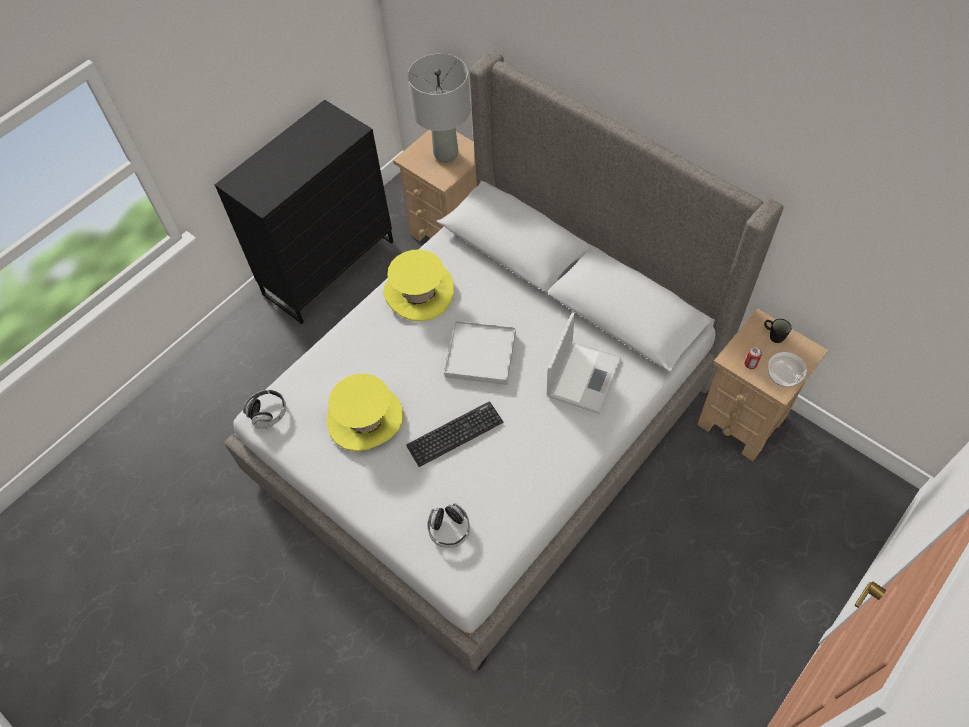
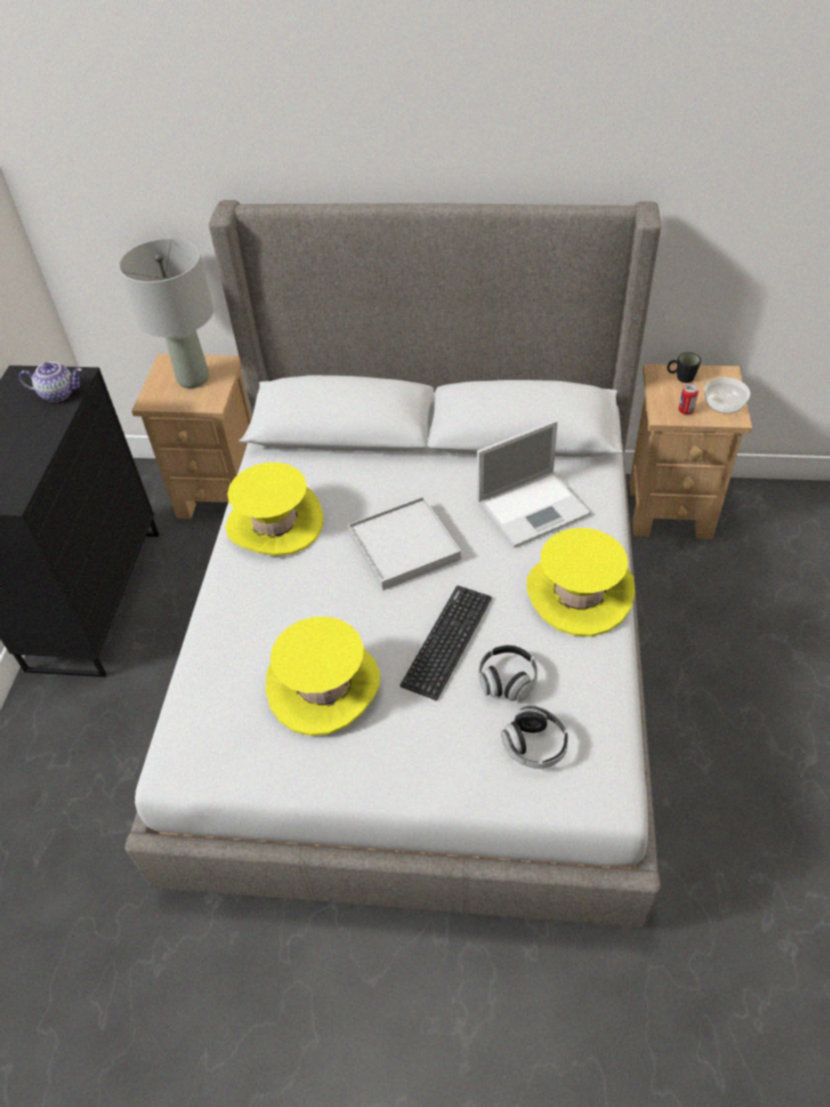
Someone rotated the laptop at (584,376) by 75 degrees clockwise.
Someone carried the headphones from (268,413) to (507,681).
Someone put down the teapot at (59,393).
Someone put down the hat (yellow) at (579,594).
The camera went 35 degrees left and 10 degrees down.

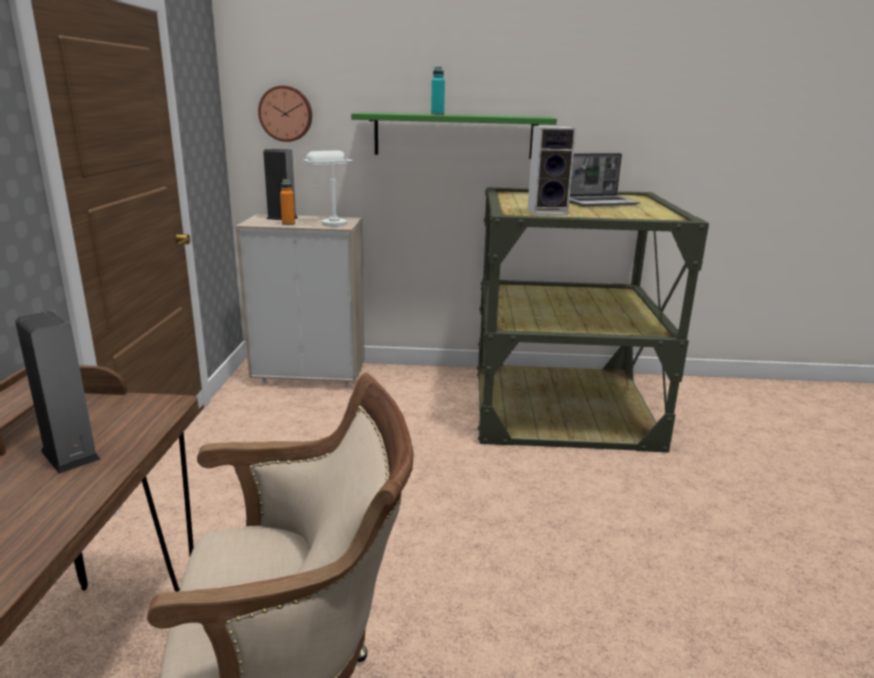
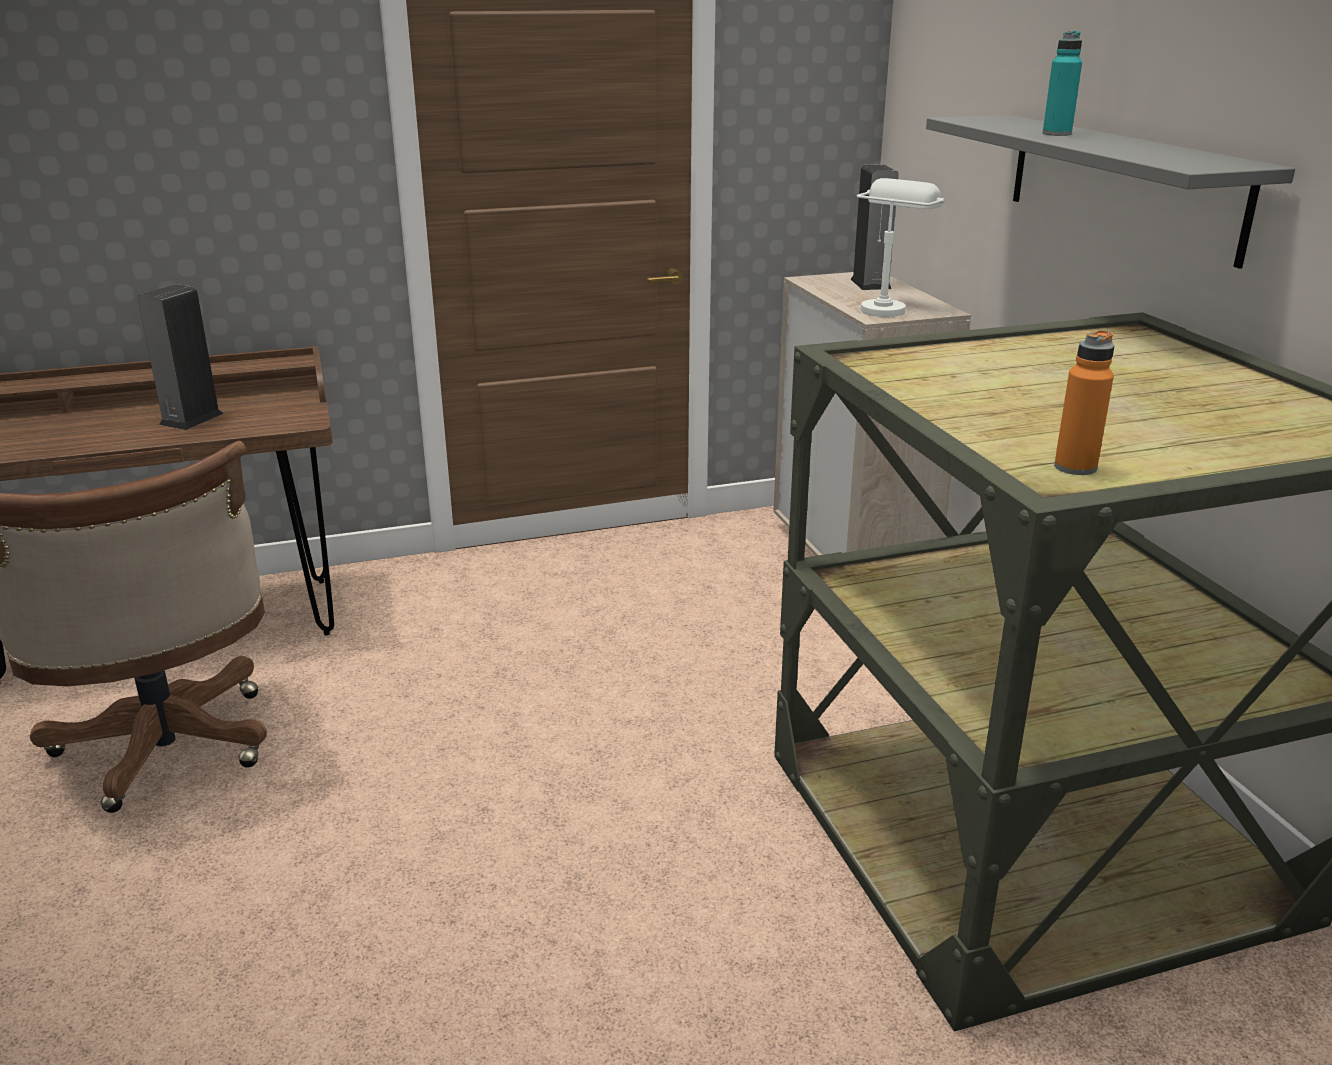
Someone took away the wall clock at (286,113).
Someone repainted the shelf (green) at (454,135), which became the shelf (grey) at (1121,184).
Someone took away the speaker at (548,212).
Someone took away the laptop at (600,202).
Someone carried the bottle (orange) from (288,224) to (1075,467).
The camera went 70 degrees right and 5 degrees up.

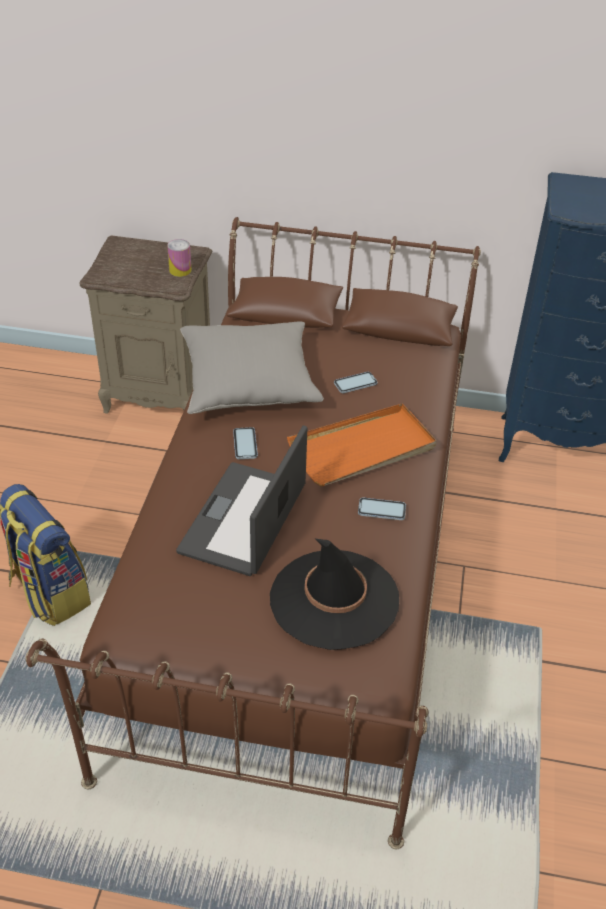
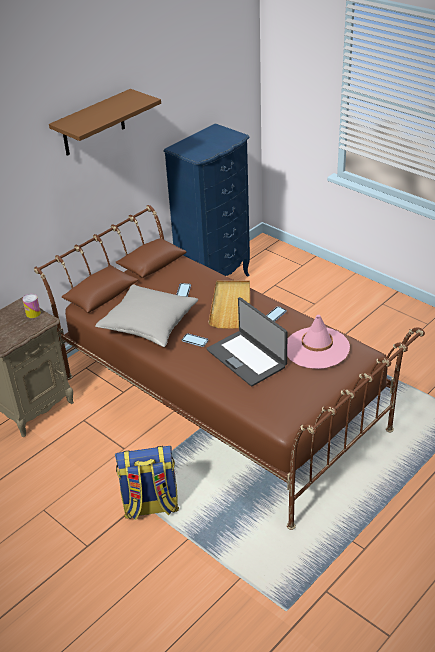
Someone repainted the tray (orange) at (363,449), which became the tray (beige) at (231,306).
Someone repainted the hat (black) at (334,599), which became the hat (pink) at (316,348).
Someone put up the shelf (brown) at (93,123).
The camera went 55 degrees left and 5 degrees down.

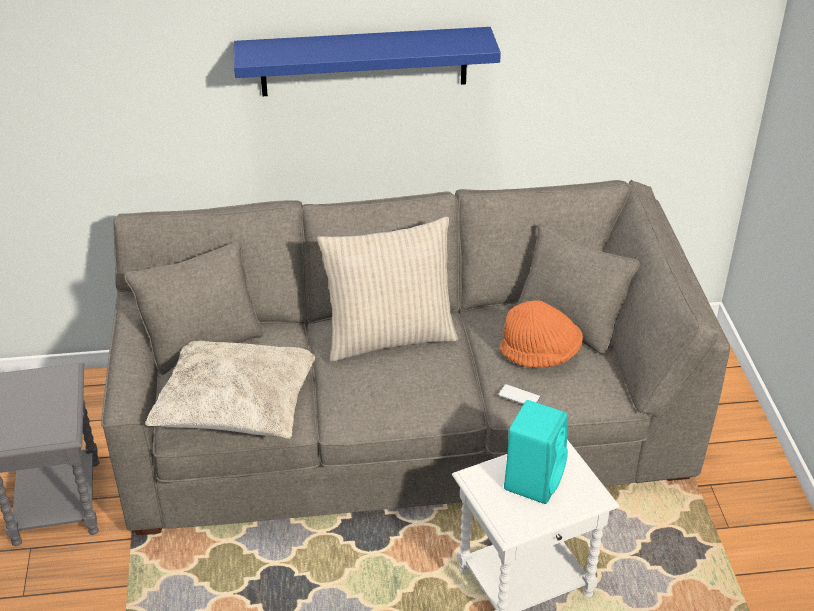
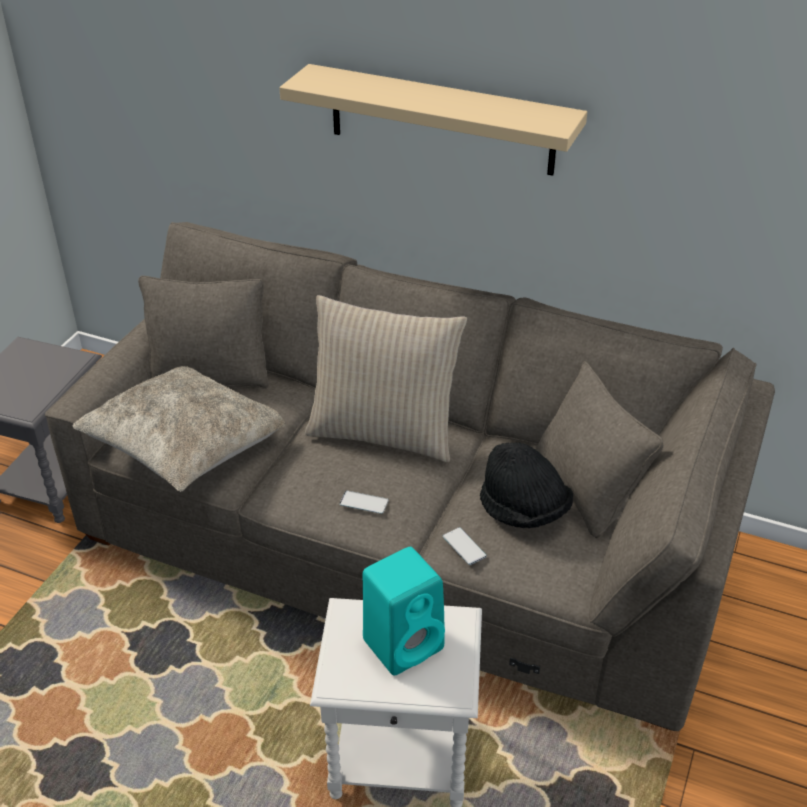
Someone repainted the shelf (blue) at (364,61), which became the shelf (beige) at (441,120).
Someone repainted the hat (orange) at (540,354), which became the hat (black) at (523,510).
Someone put down the phone at (364,502).
The camera went 30 degrees right and 0 degrees up.

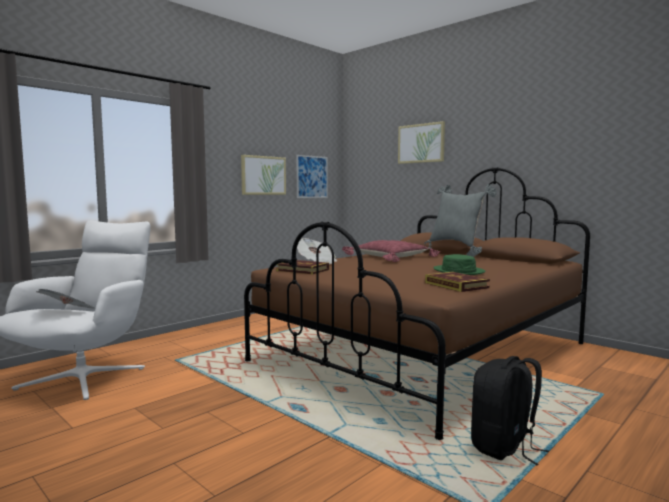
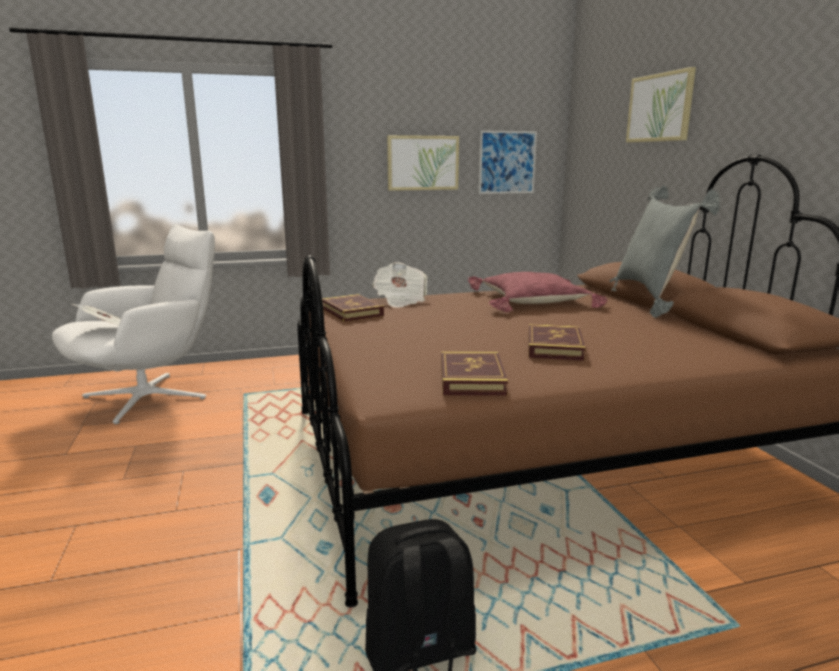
Someone swapped the hat (green) at (458,271) for the book at (554,347).
The camera went 30 degrees right and 10 degrees up.

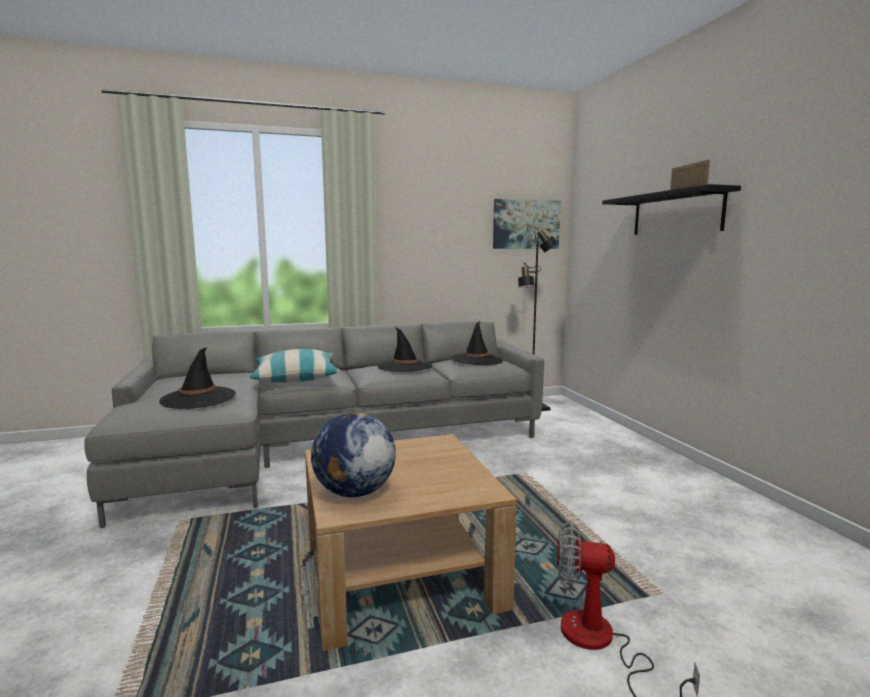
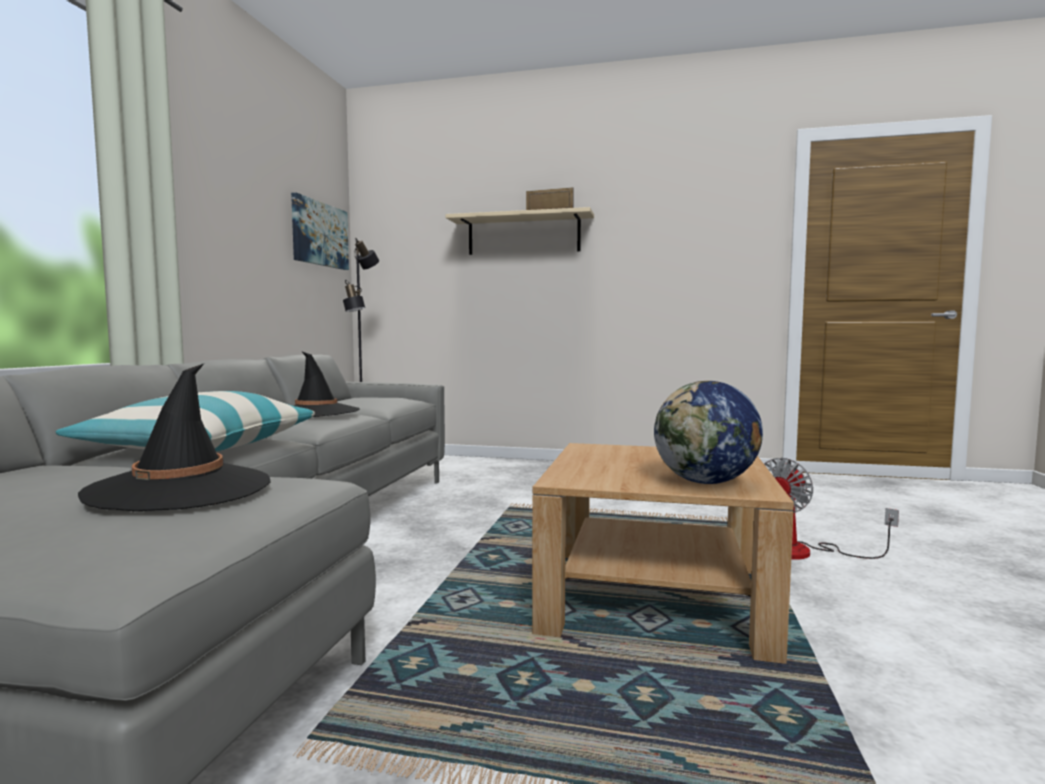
Someone repainted the shelf (black) at (676,213), which became the shelf (beige) at (523,235).
Someone took away the hat (black) at (476,360).
The camera went 60 degrees left and 5 degrees down.

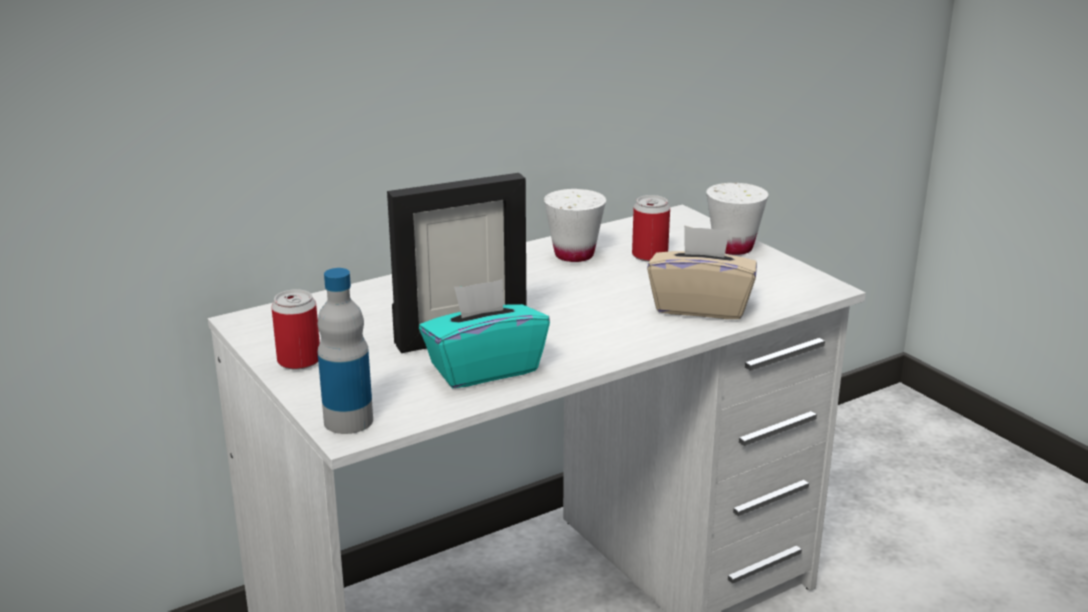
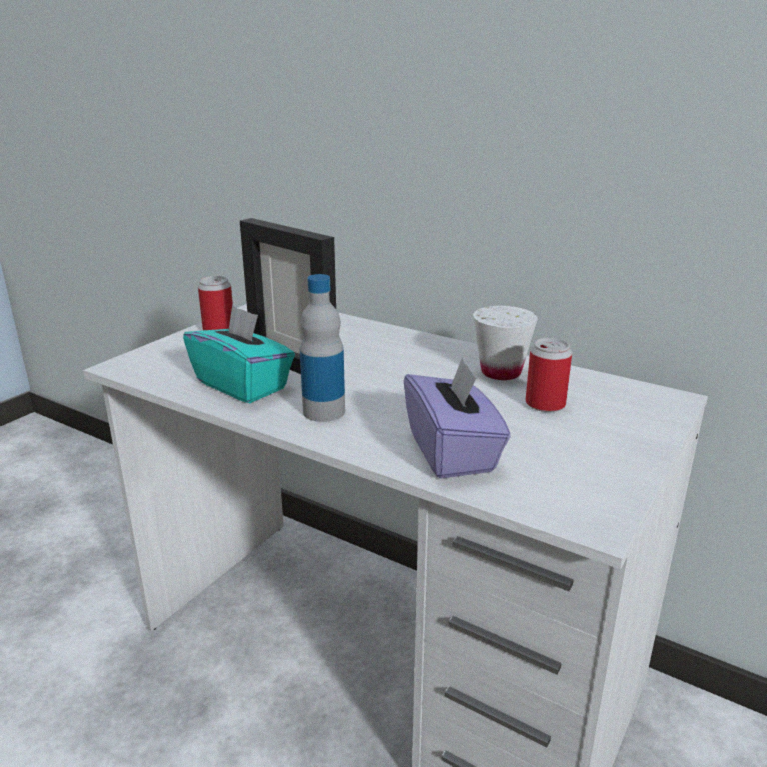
Someone took away the cup (white) at (733,248).
Someone repainted the tissue box (beige) at (700,306), which became the tissue box (purple) at (452,452).
Someone carried the bottle from (348,421) to (324,411).
The camera went 65 degrees right and 0 degrees up.

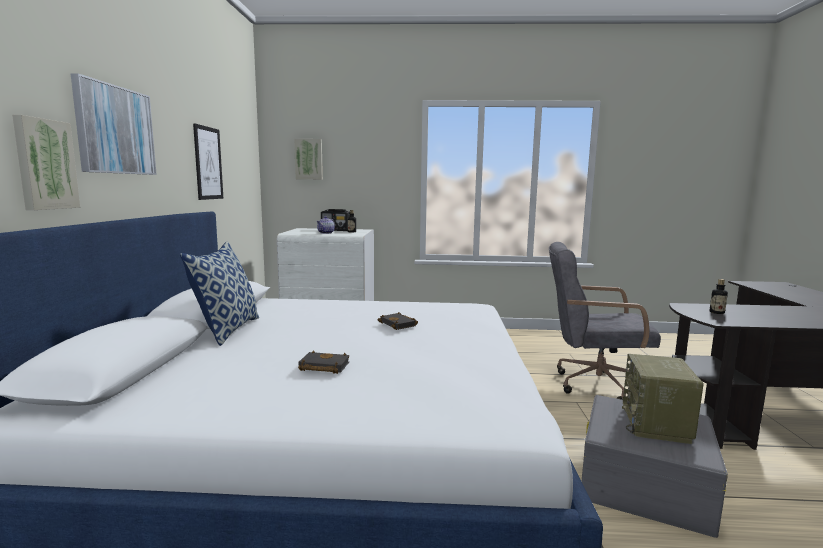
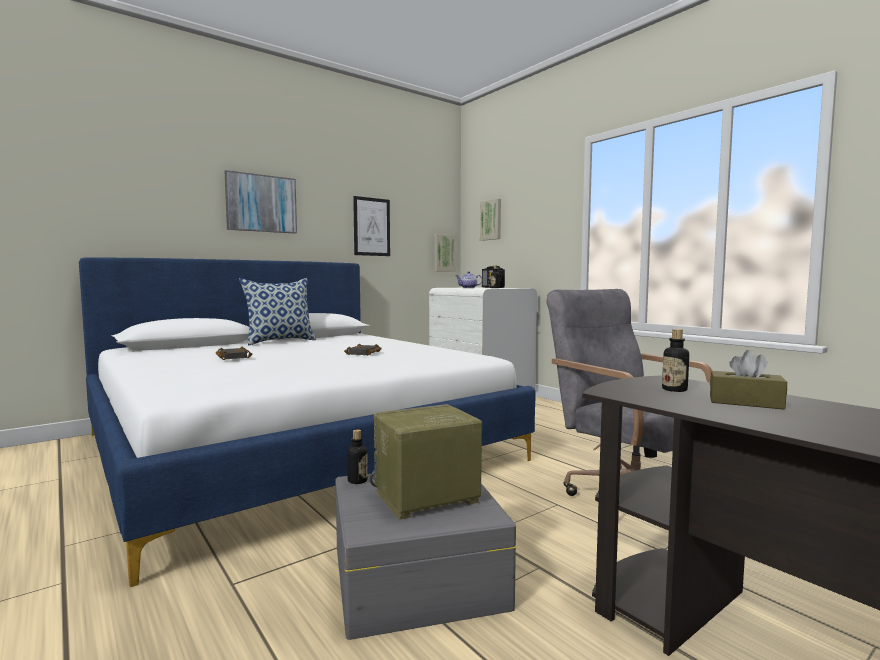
Someone carried the picture from (44,164) to (444,253).
Someone put down the tissue box (brown) at (745,402).
Someone put down the bottle at (357,480).
The camera went 50 degrees right and 5 degrees down.

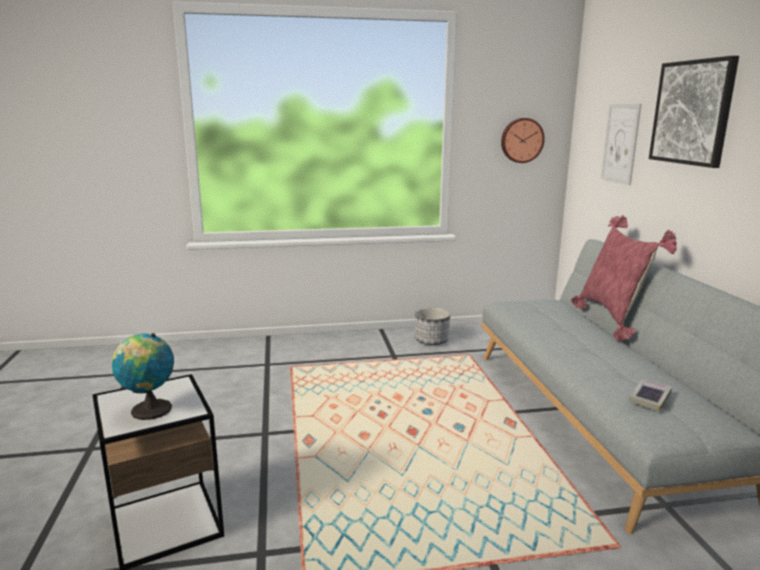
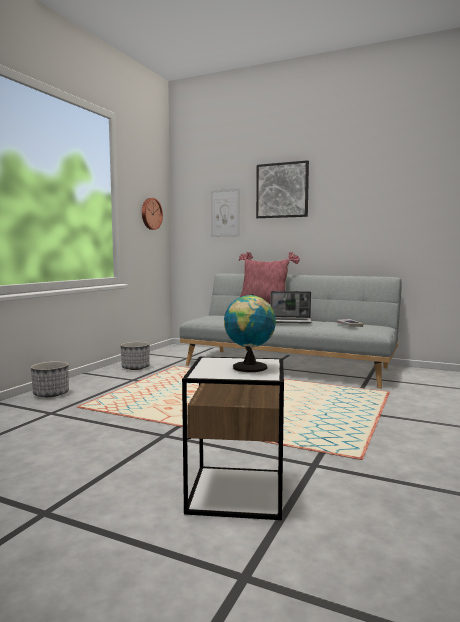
Someone put down the laptop at (290,321).
Someone put down the planter at (51,394).
The camera went 55 degrees left and 10 degrees down.

